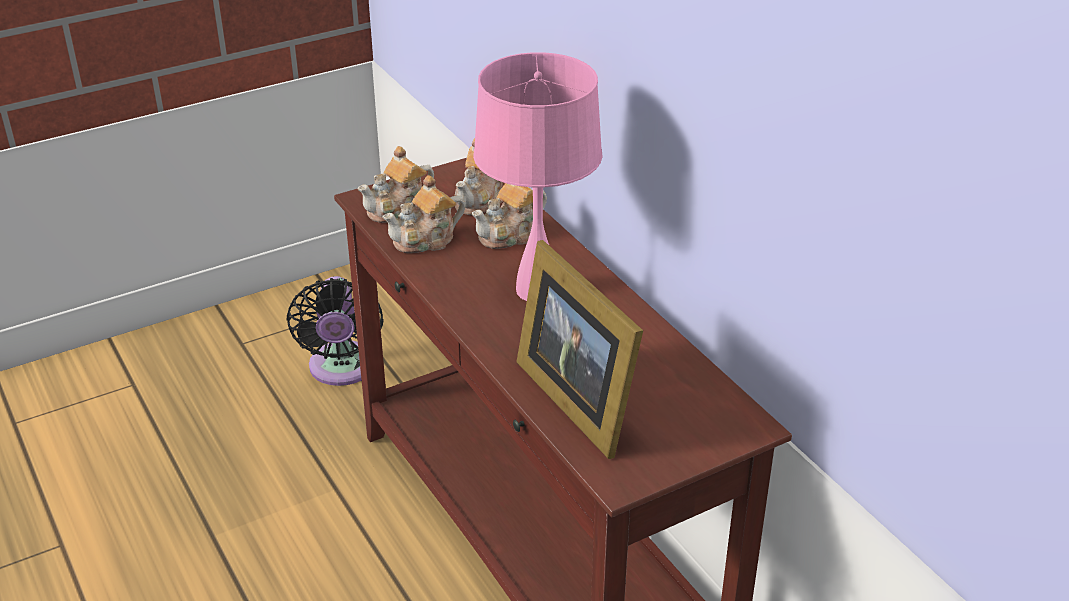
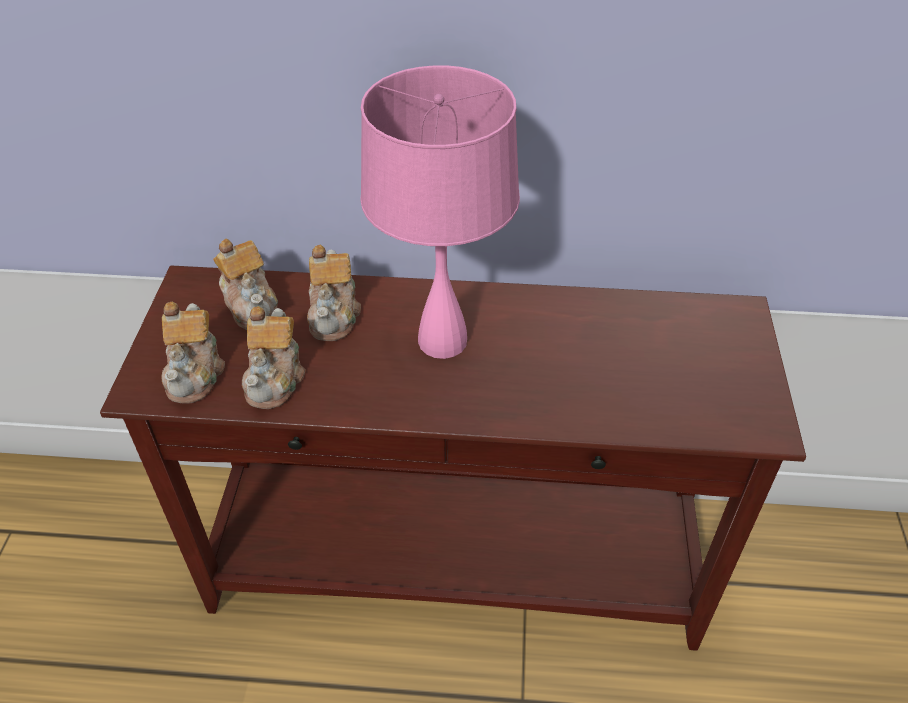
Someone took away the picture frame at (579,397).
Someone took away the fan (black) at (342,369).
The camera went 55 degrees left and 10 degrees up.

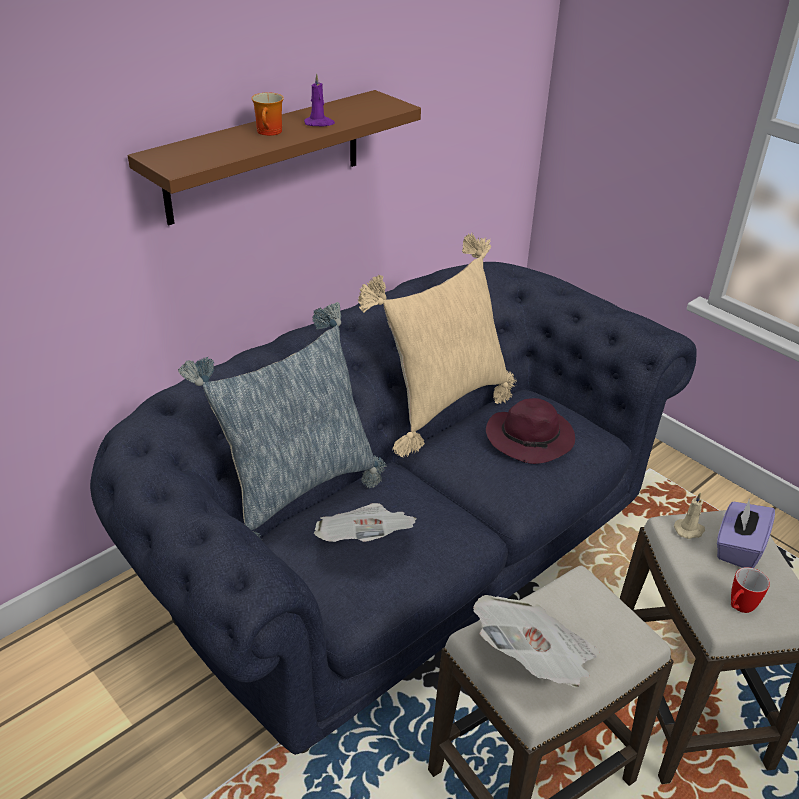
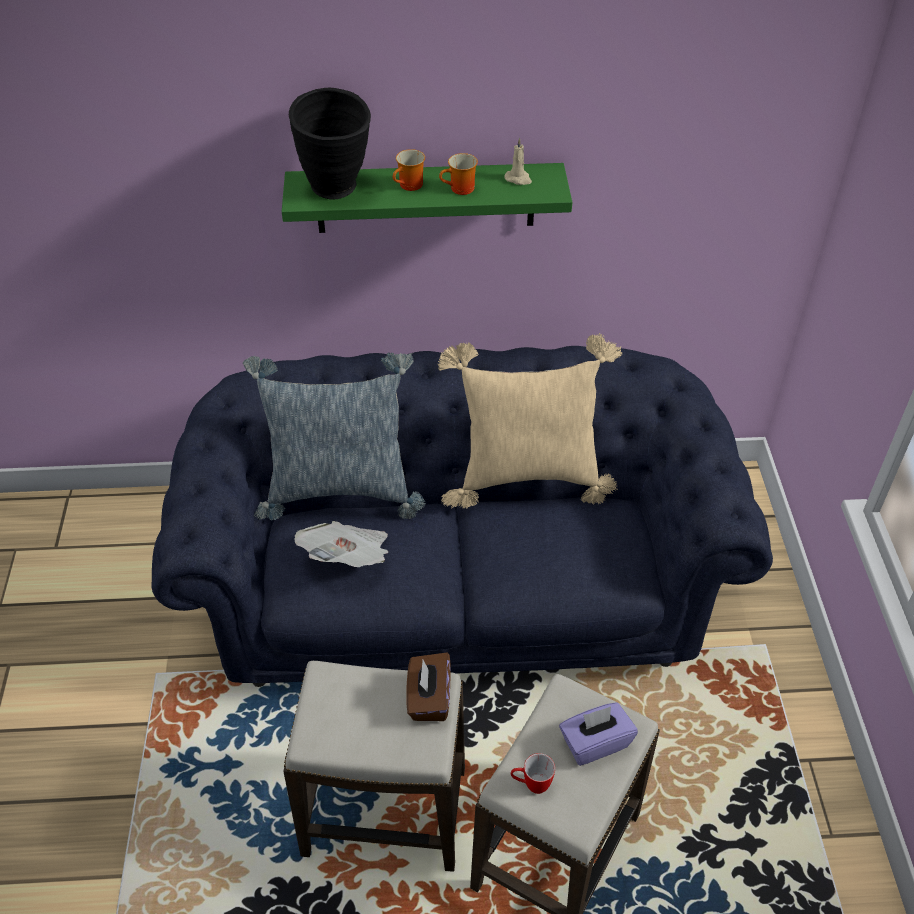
Someone swapped the candle (purple) at (319,123) for the mug at (460,190).
Someone repainted the shelf (brown) at (265,156), which became the shelf (green) at (425,198).
Someone took away the hat (purple) at (531,438).
Someone carried the candle (beige) from (689,530) to (518,179).
Someone took away the newspaper at (535,660).
Someone put down the vase (black) at (337,192).
Someone put down the tissue box (brown) at (429,698).
The camera went 40 degrees right and 10 degrees up.

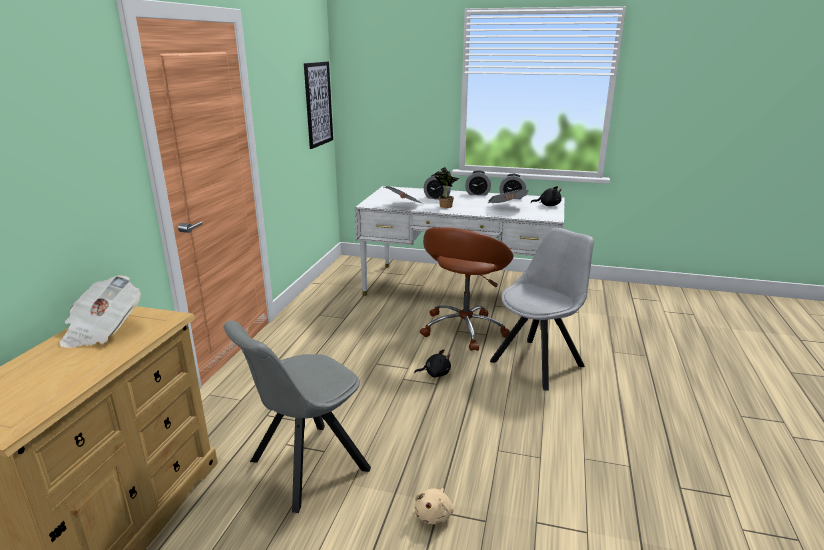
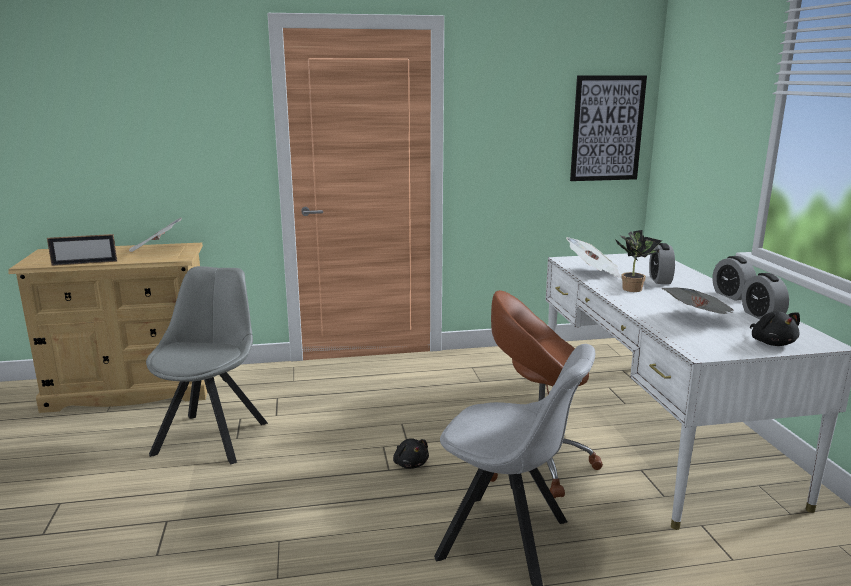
Someone rotated the chair (grey) at (306,466) by 75 degrees clockwise.
Someone took away the plush toy (beige) at (434,514).
Someone put down the picture frame at (84,263).
The camera went 65 degrees right and 5 degrees down.

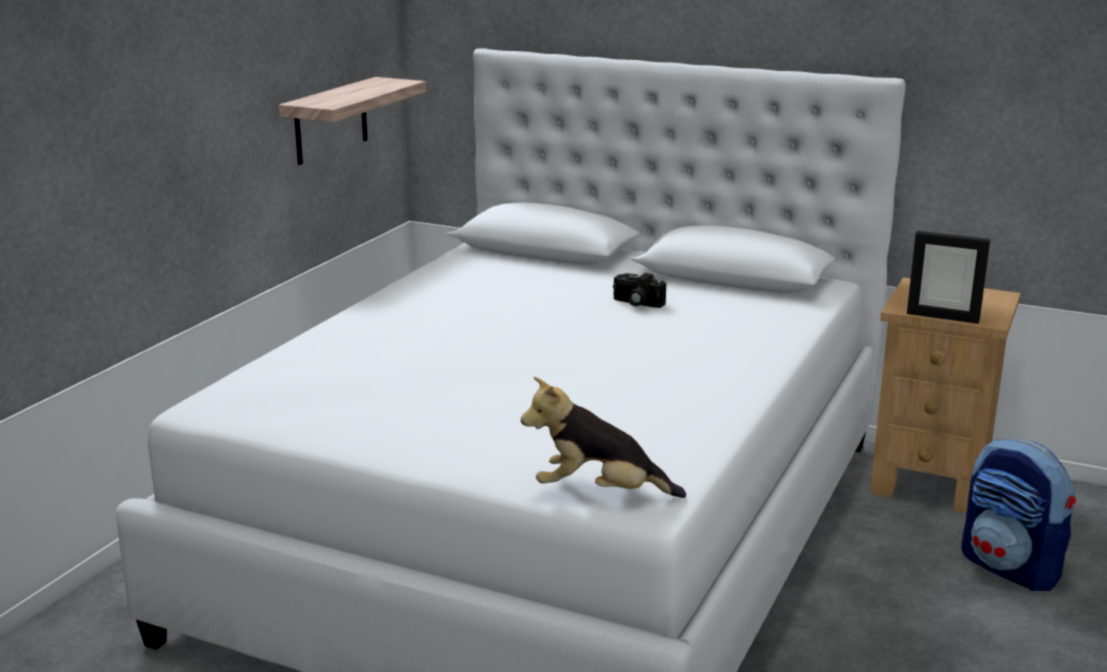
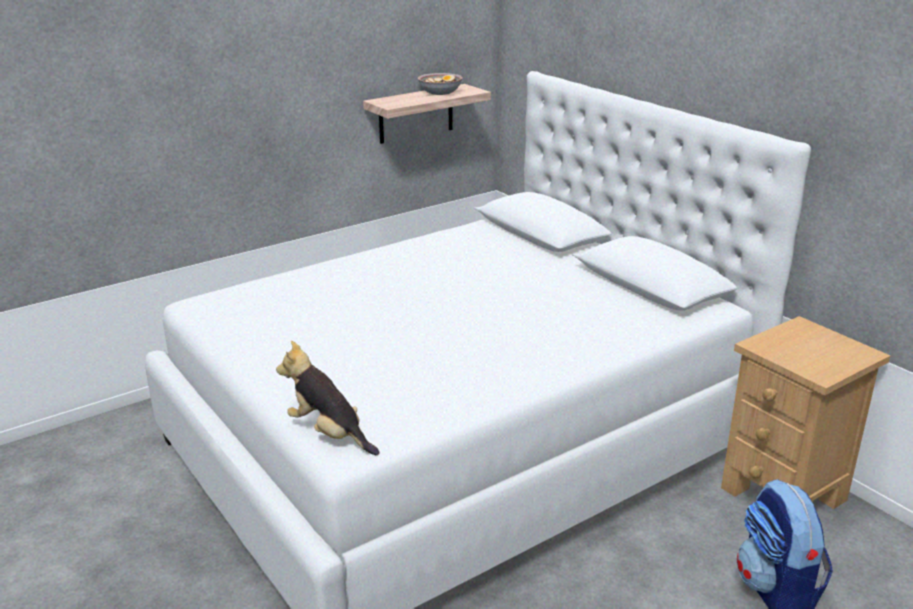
Someone took away the picture frame at (943,316).
Someone took away the photo camera at (636,303).
Someone put down the bowl at (440,93).
The camera went 30 degrees right and 5 degrees up.

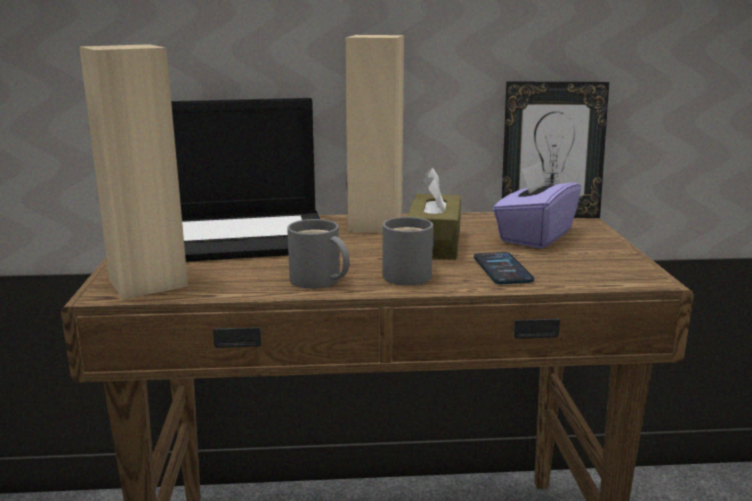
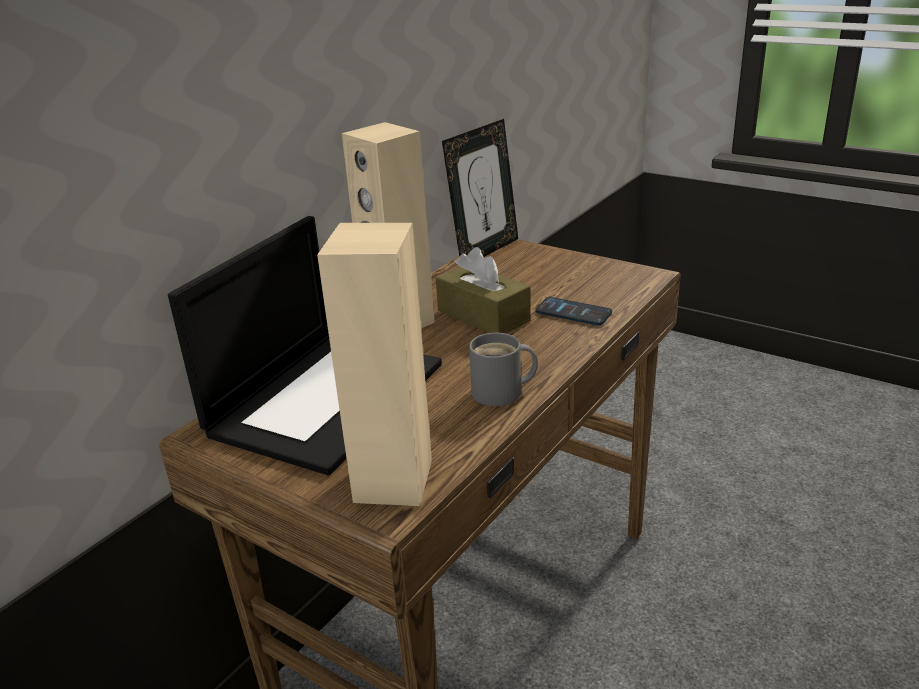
Someone took away the tissue box (purple) at (534,236).
Someone took away the mug (grey) at (411,275).
The camera went 50 degrees left and 10 degrees up.

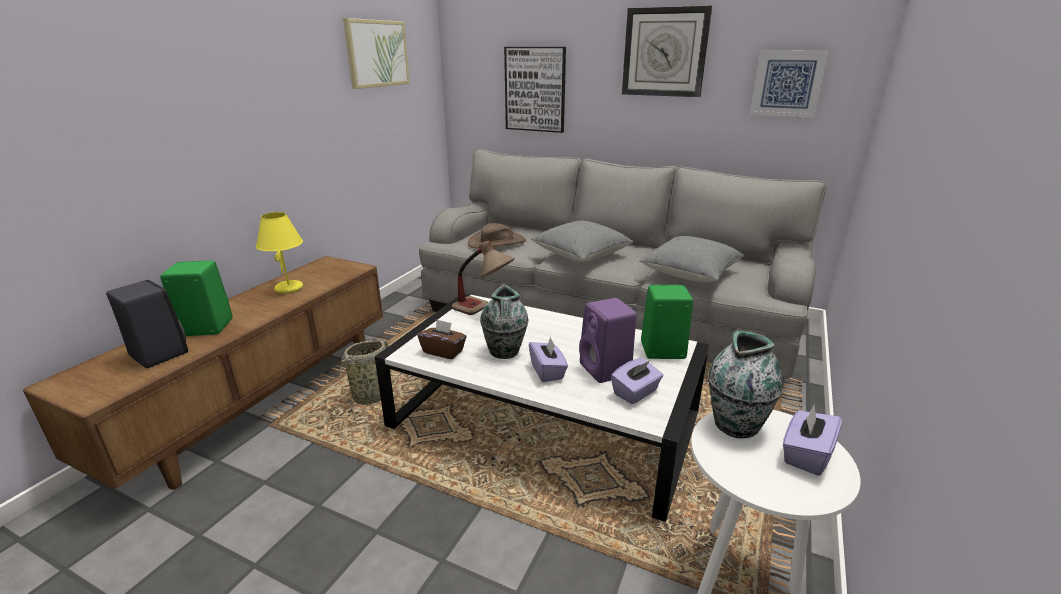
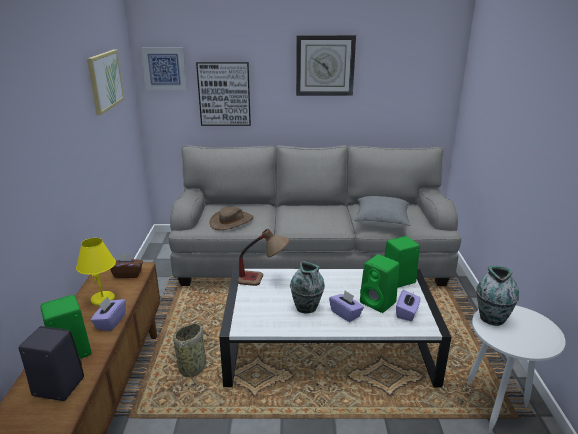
Someone carried the picture from (787,83) to (164,68).
Someone took away the pillow (grey) at (581,255).
Someone repainted the speaker (purple) at (606,370), which became the speaker (green) at (379,303).
Someone carried the tissue box (brown) from (443,351) to (128,274).
Someone carried the tissue box (purple) from (806,455) to (110,322).
The camera went 25 degrees left and 0 degrees up.

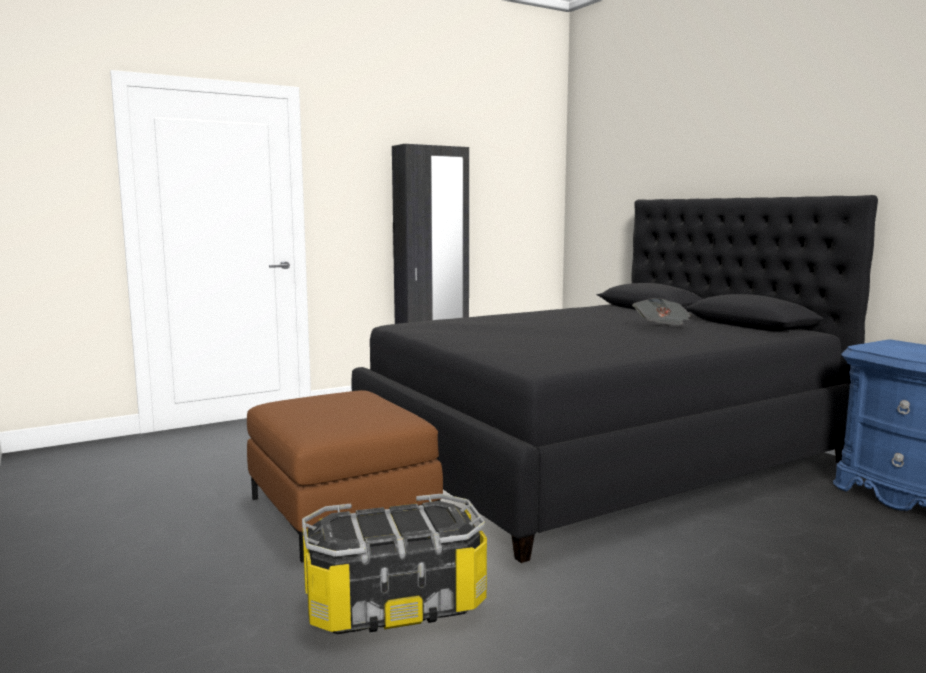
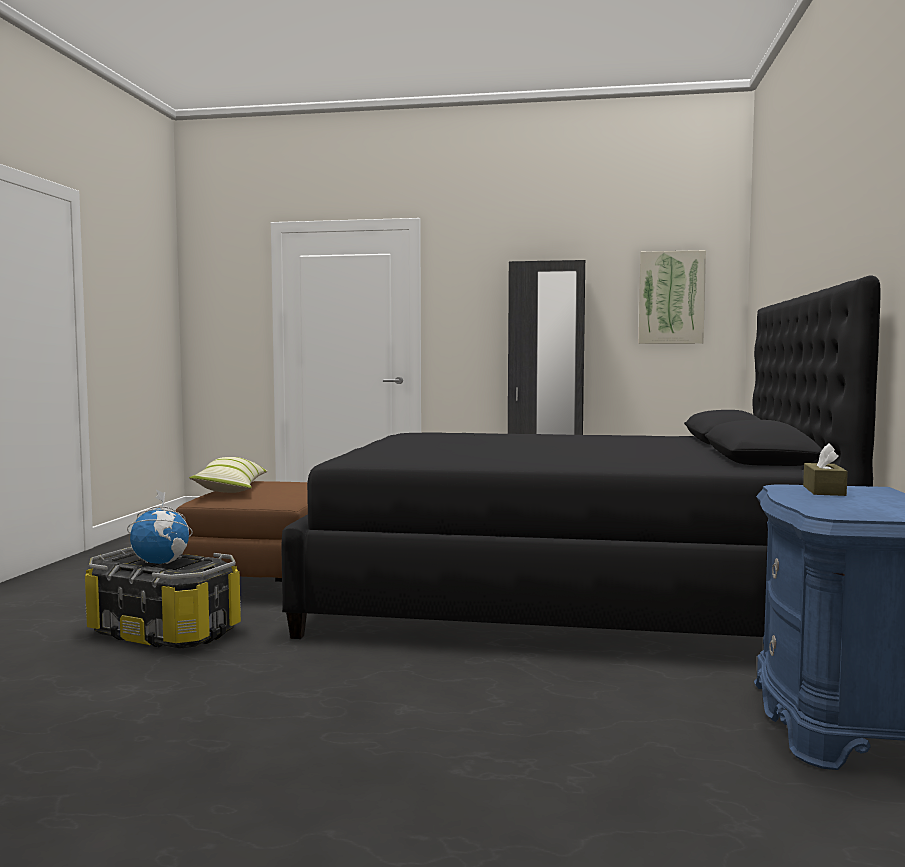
Someone took away the newspaper at (662,328).
Someone put up the picture at (671,297).
Someone put down the tissue box (brown) at (824,491).
Someone put down the pillow at (231,488).
Someone put down the globe at (161,562).
The camera went 40 degrees right and 5 degrees down.

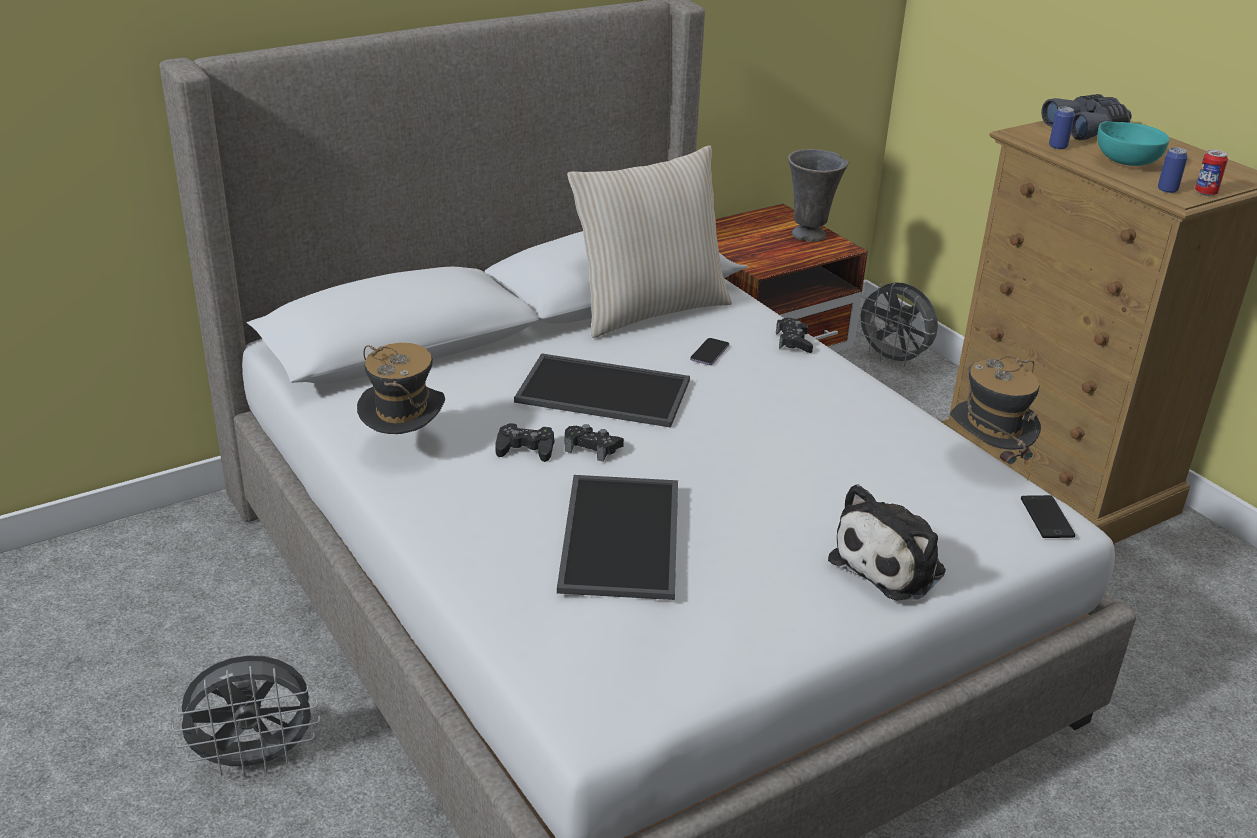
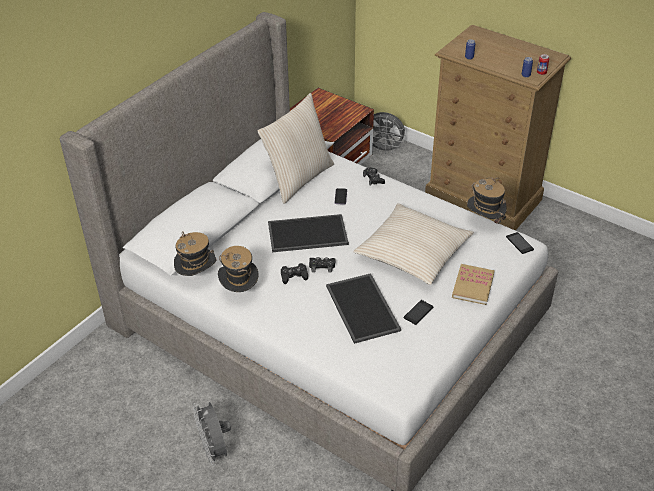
Someone took away the binoculars (grey) at (1088,128).
Someone took away the bowl (turquoise) at (1125,162).
Someone took away the vase (grey) at (809,236).
Someone swapped the plush toy at (892,564) for the book at (473,286).
Someone rotated the fan (grey) at (255,760) by 105 degrees clockwise.
Someone put down the pillow (beige) at (413,252).
Someone put down the hat at (197,277).
Someone put down the phone at (418,312).
The camera went 20 degrees left and 10 degrees up.

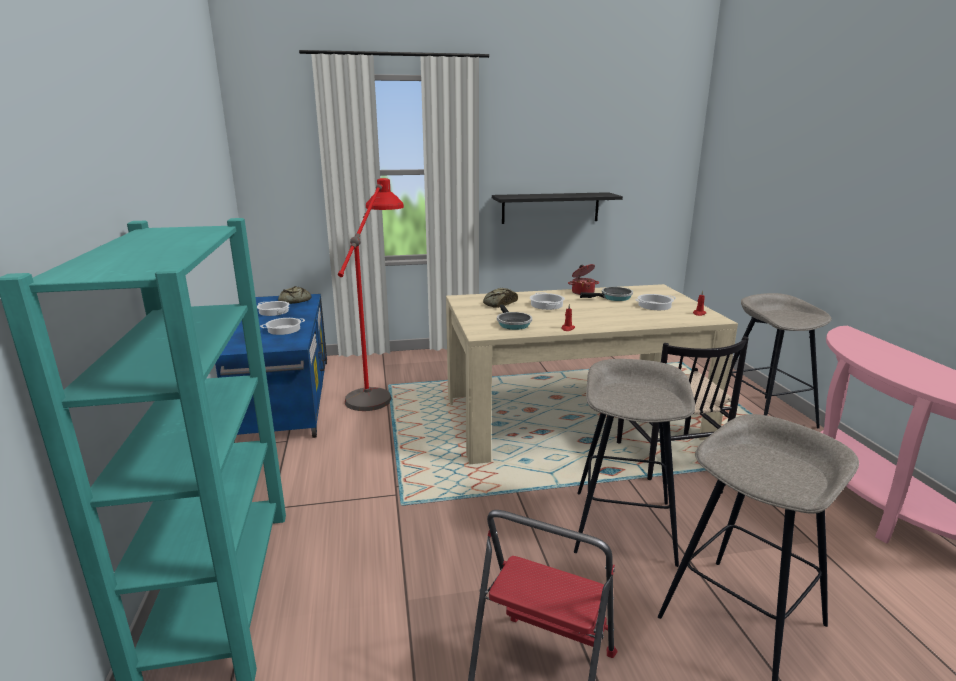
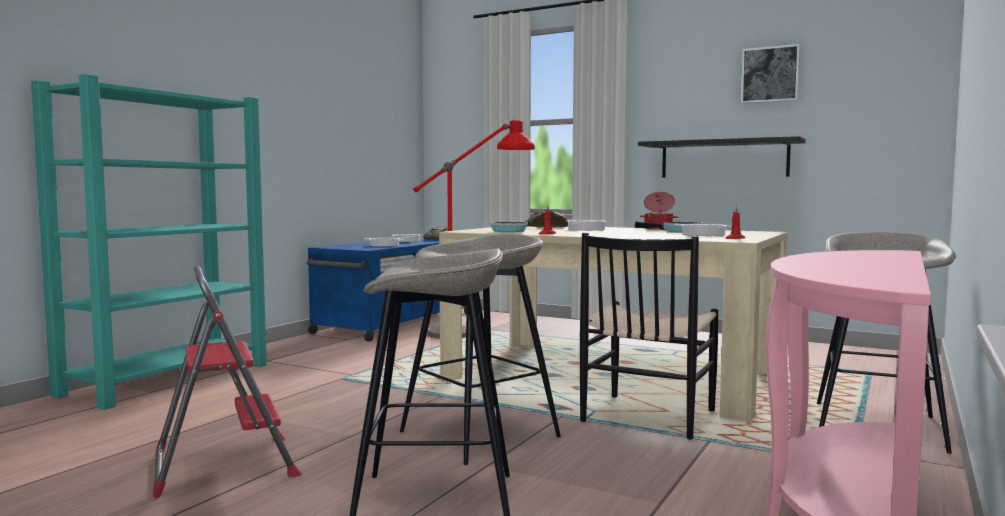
Someone put up the picture at (770,74).
The camera went 40 degrees right and 15 degrees down.

